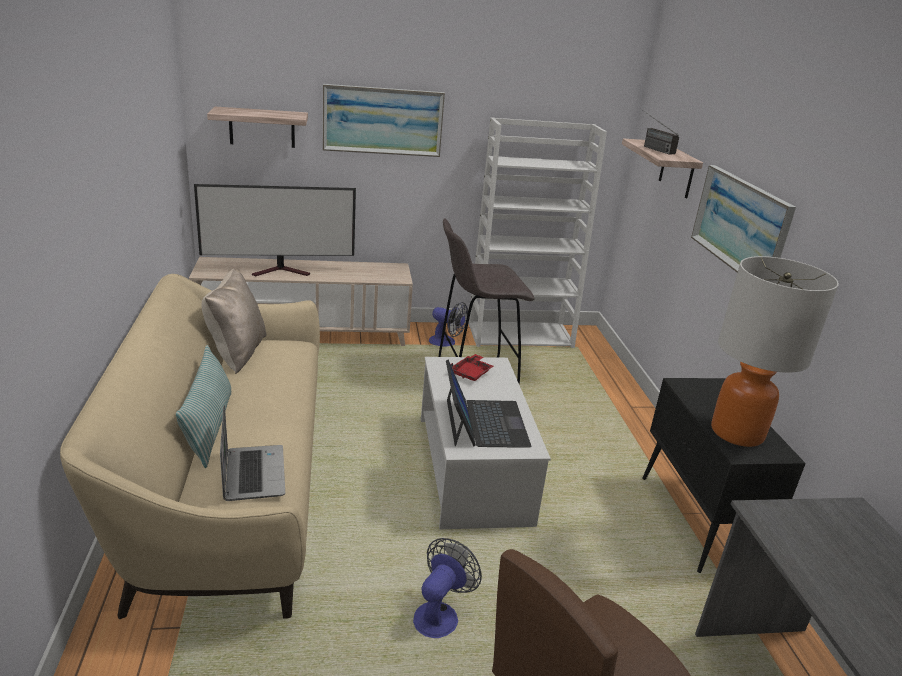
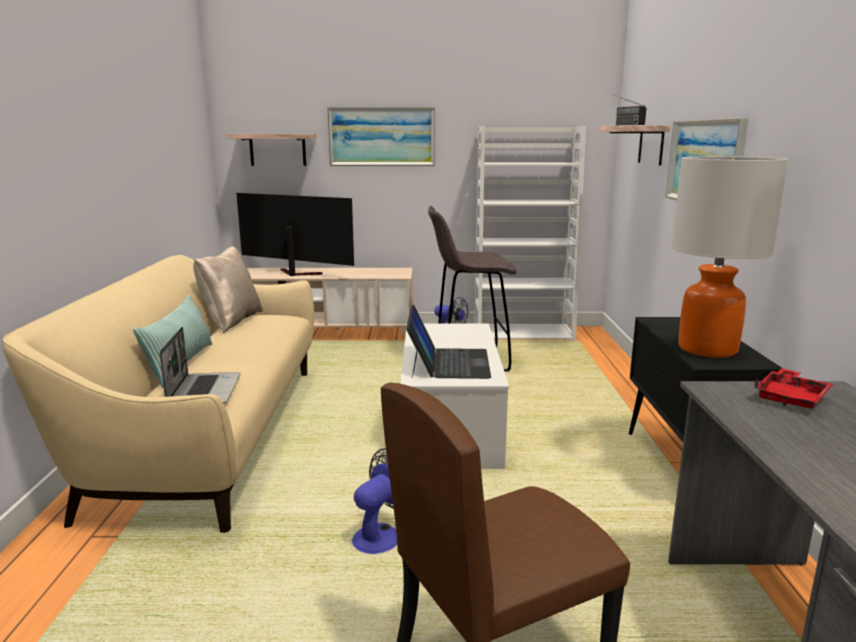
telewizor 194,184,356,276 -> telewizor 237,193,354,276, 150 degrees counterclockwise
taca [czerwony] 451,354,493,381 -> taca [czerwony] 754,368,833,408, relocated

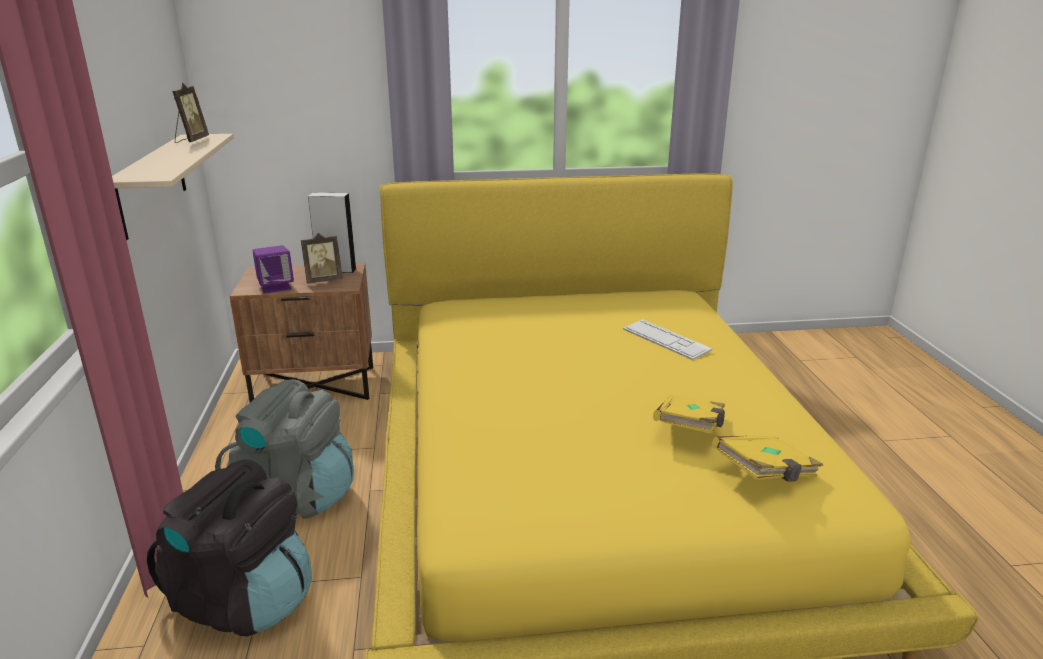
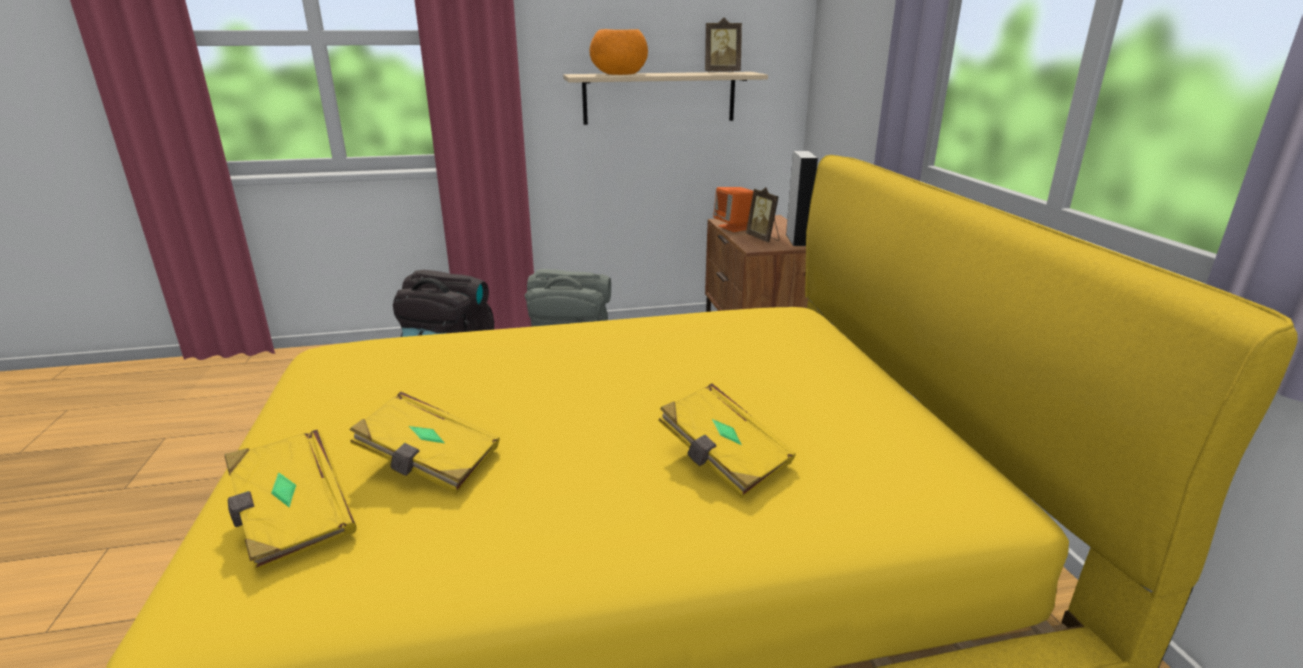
none -> miska [pomarańczowy] 590,29,648,75
klawiatura 623,319,712,360 -> książka [żółty] 658,384,796,499
głośnik [fioletowy] 253,245,294,293 -> głośnik [pomarańczowy] 713,187,754,232

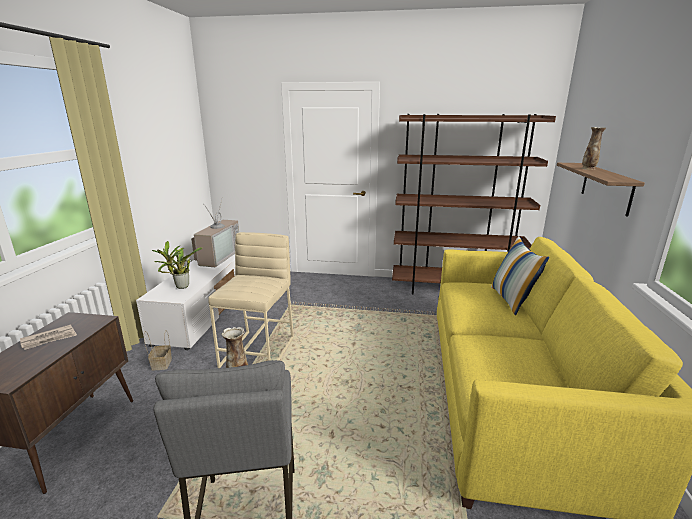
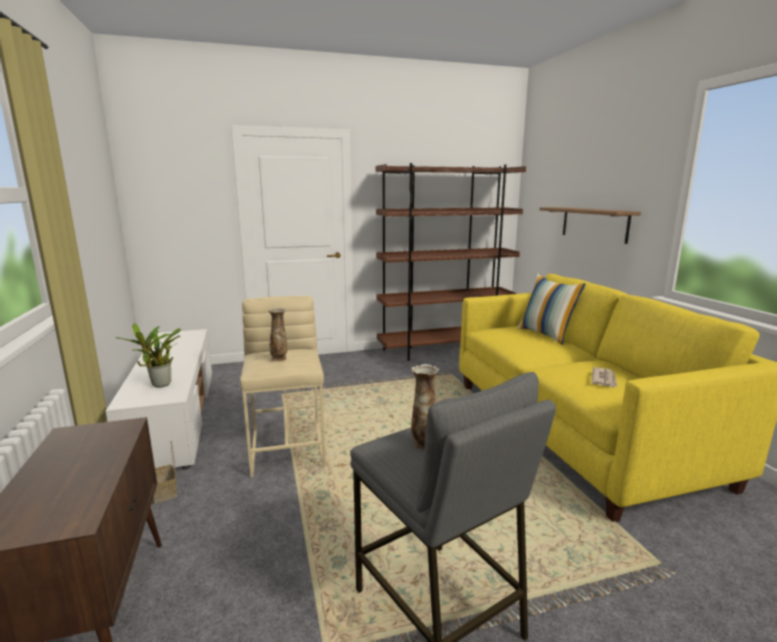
wazon 582,127,606,170 -> wazon 268,308,288,361, relocated
gazeta 20,324,77,350 -> gazeta 591,367,618,387, relocated
telewizor 191,196,239,267 -> none

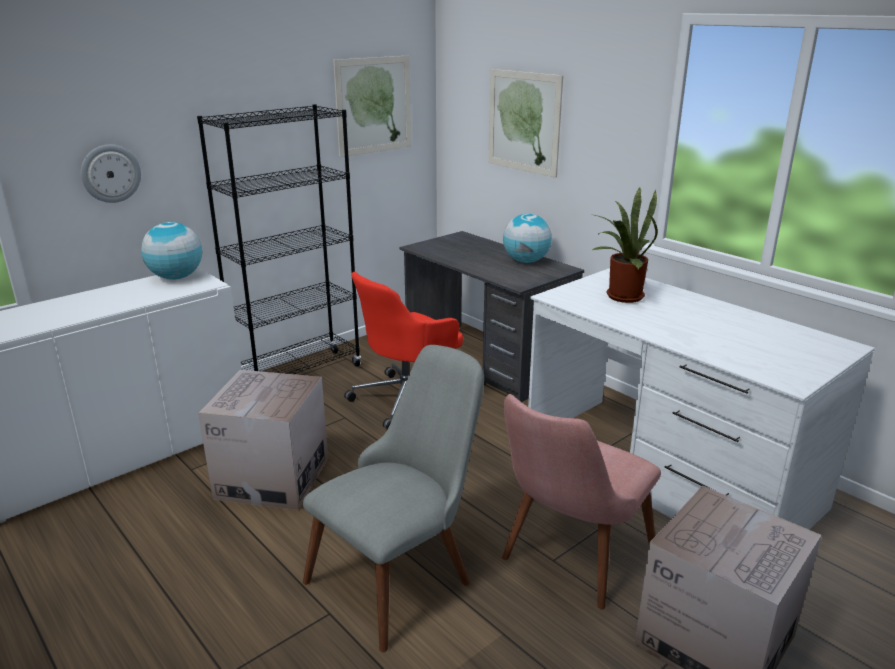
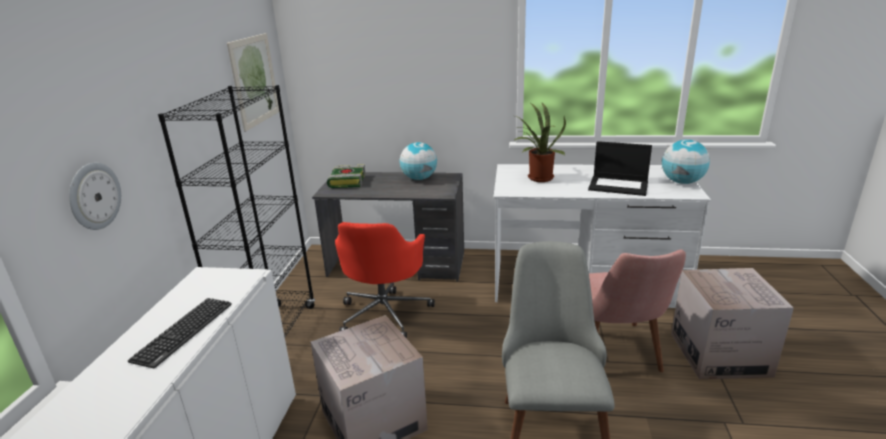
none -> klawiatura 128,298,232,368
none -> książka 327,164,366,188
none -> laptop 588,141,652,196
globus 141,222,202,280 -> globus 662,140,710,184, relocated
obraz 488,69,563,178 -> none

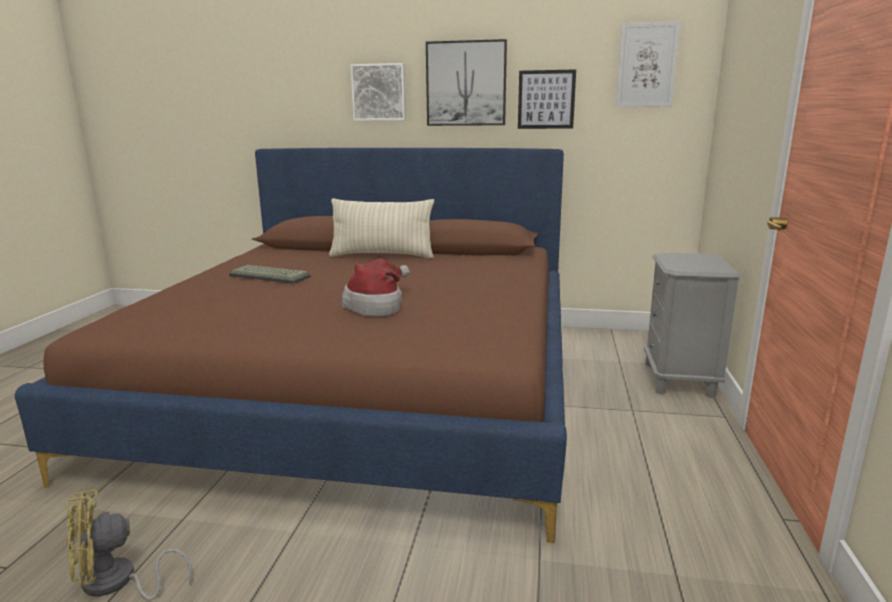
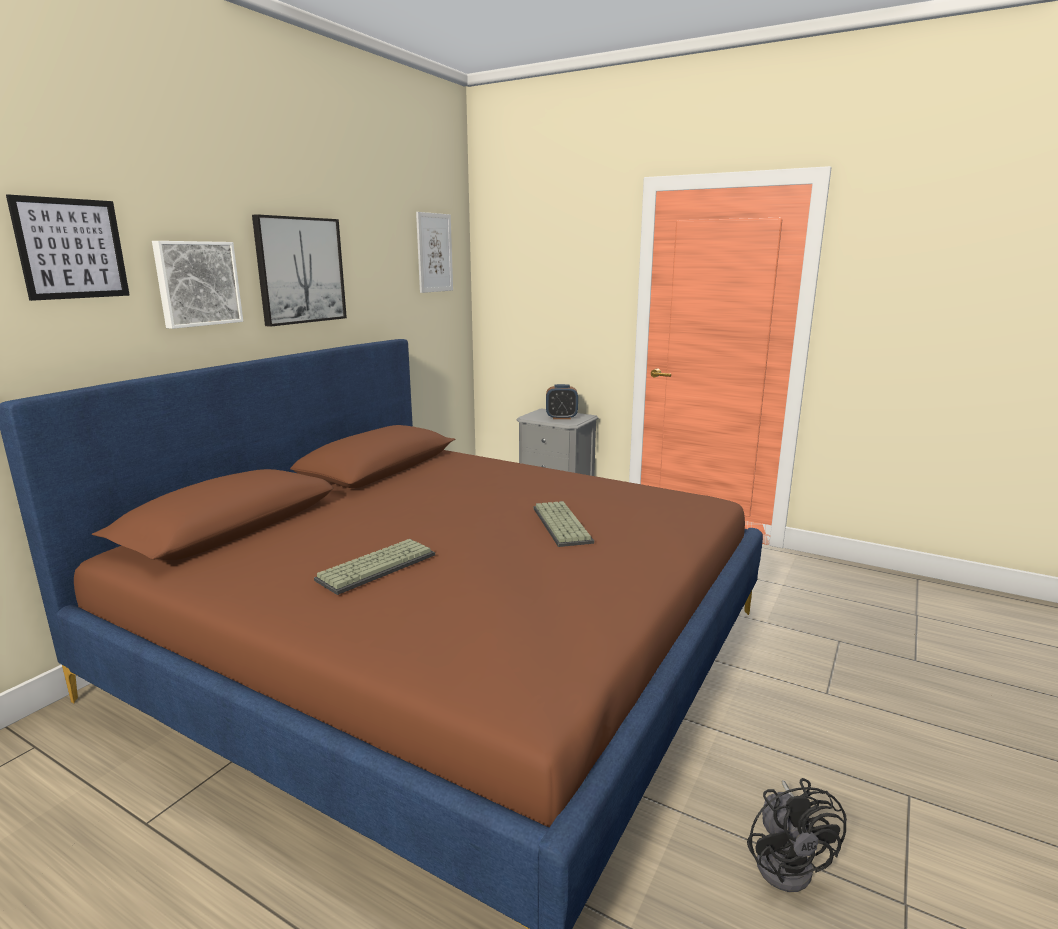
obraz 518,69,576,129 -> obraz 6,194,130,301, relocated
kapelusz 342,258,410,317 -> klawiatura 534,501,594,547
none -> budzik 546,384,578,419
wentylator [żółty] 66,490,192,600 -> wentylator [czarny] 747,778,847,892
poduszka [beżowy] 329,198,434,258 -> none

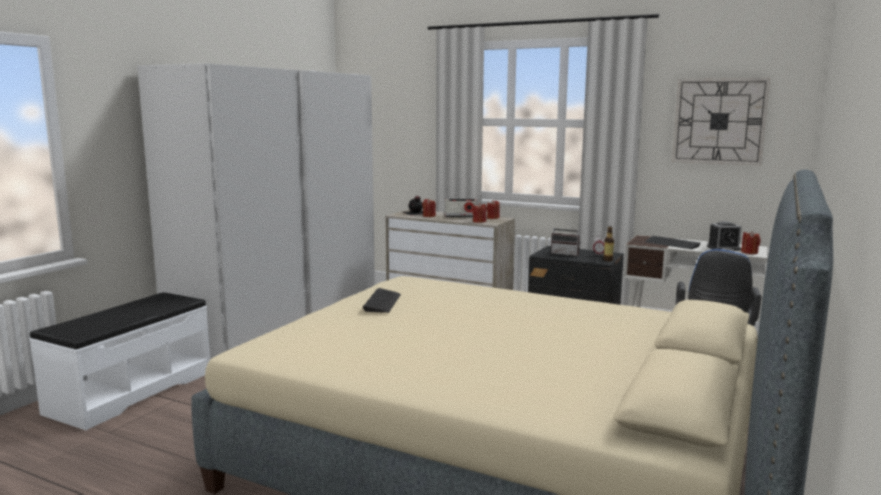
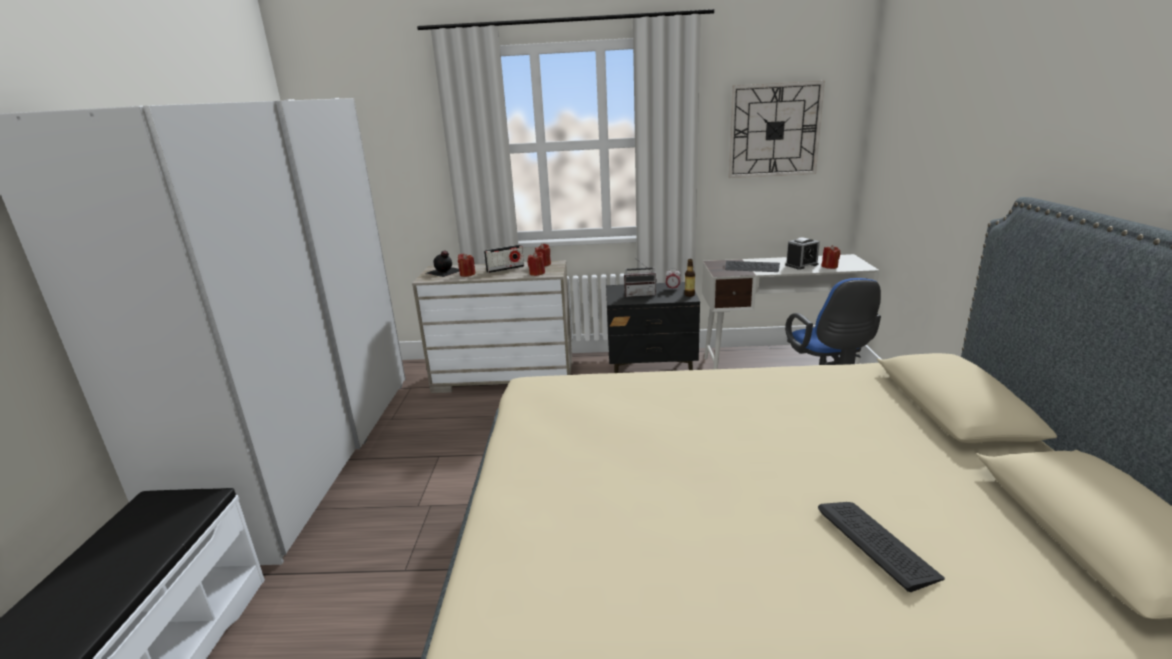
klawiatura 362,288,401,313 -> klawiatura 818,502,945,592, relocated

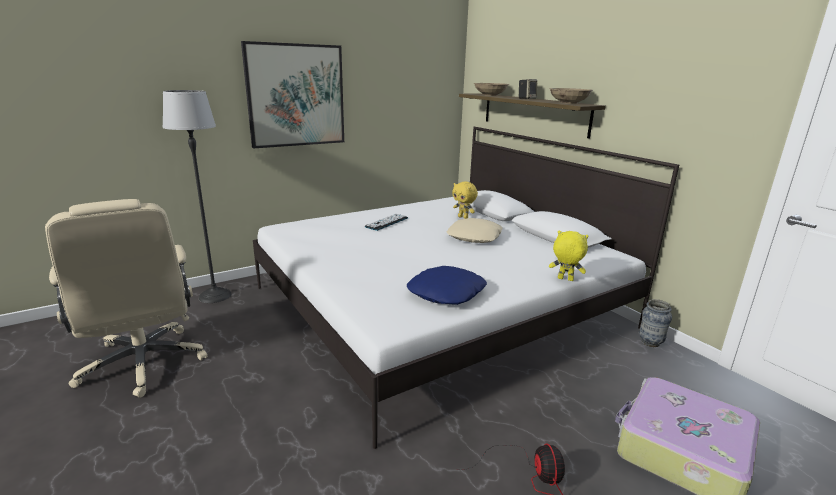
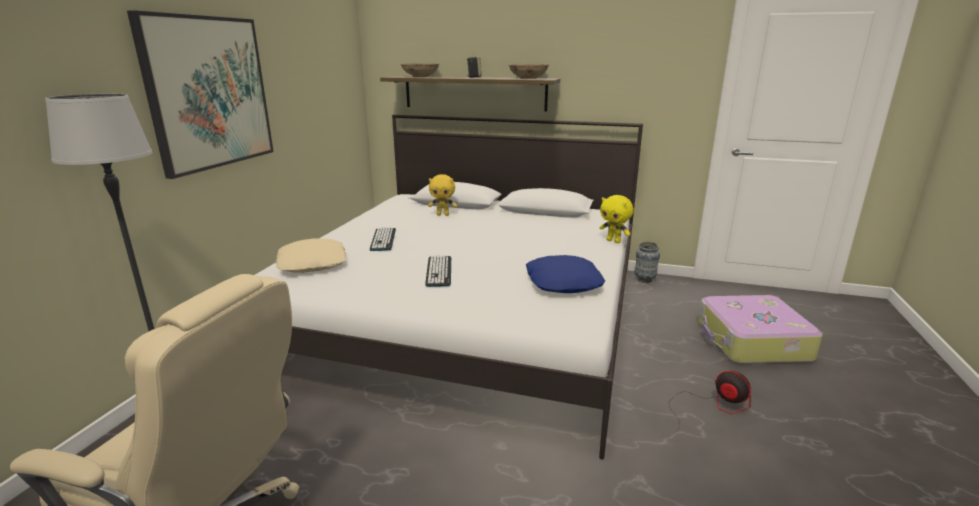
poduszka [beżowy] 447,218,503,243 -> poduszka [beżowy] 276,238,346,273, relocated
none -> klawiatura 425,255,451,287
pluszak [żółty] 549,231,589,281 -> pluszak [żółty] 599,195,633,243, 120 degrees counterclockwise

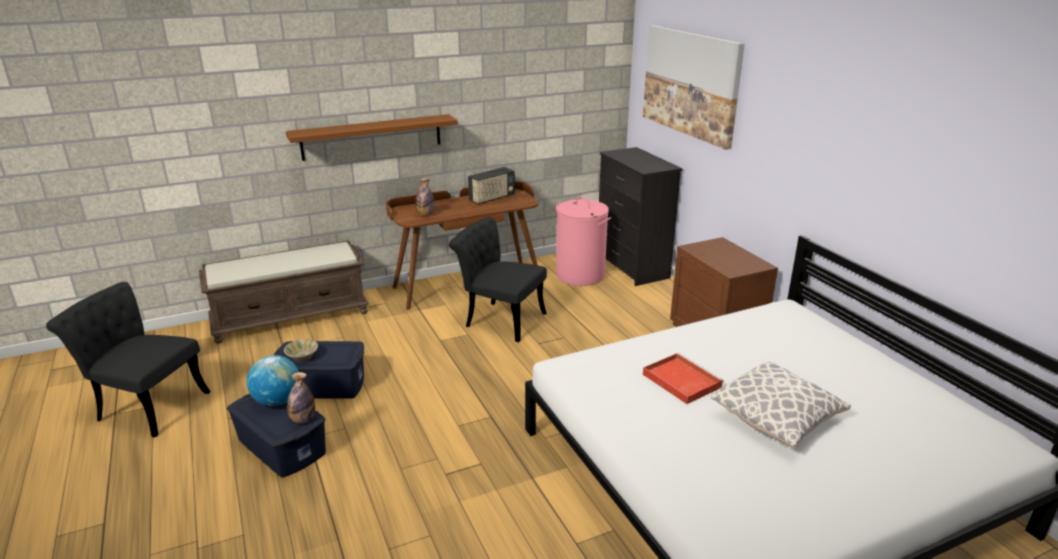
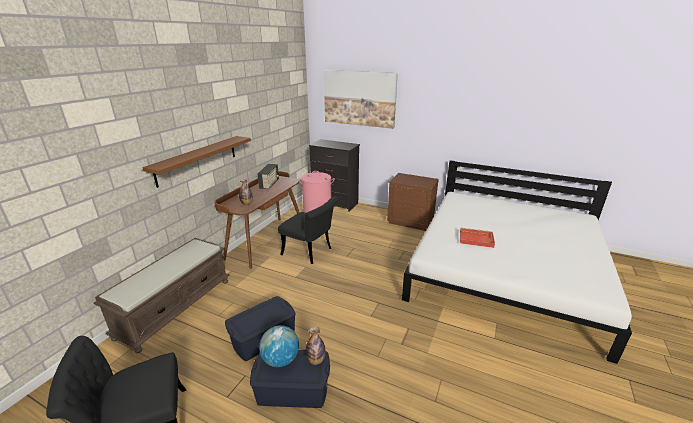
krzesło [czarny] 449,217,547,342 -> krzesło [czarny] 278,196,338,264, 135 degrees counterclockwise
miska [beżowy] 284,339,318,362 -> none
poduszka 711,362,851,448 -> none

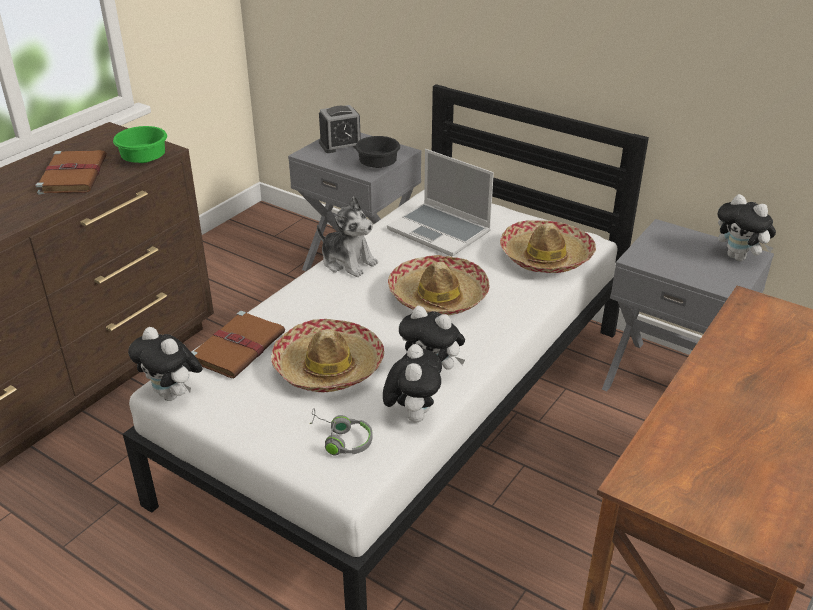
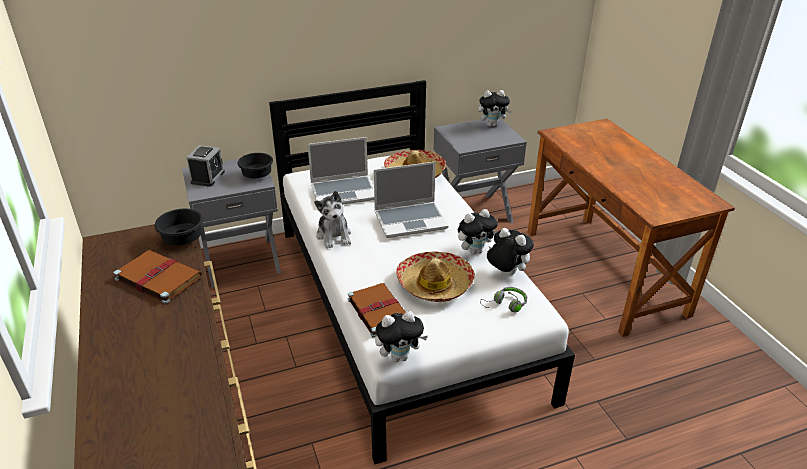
miska [zielony] 113,126,167,163 -> miska [czarny] 154,209,203,245
pluszak 317,197,378,277 -> pluszak 314,191,351,249, 90 degrees clockwise
kapelusz 388,255,490,316 -> laptop 374,162,448,238

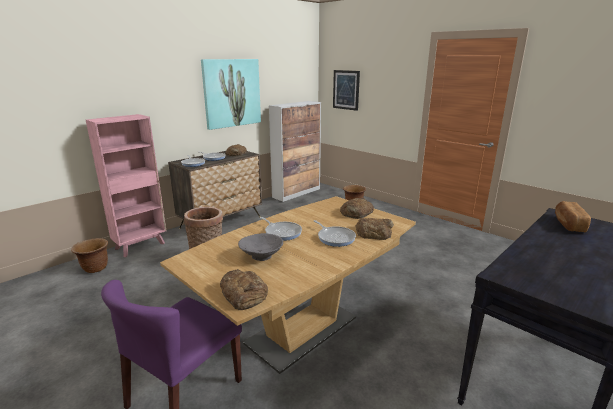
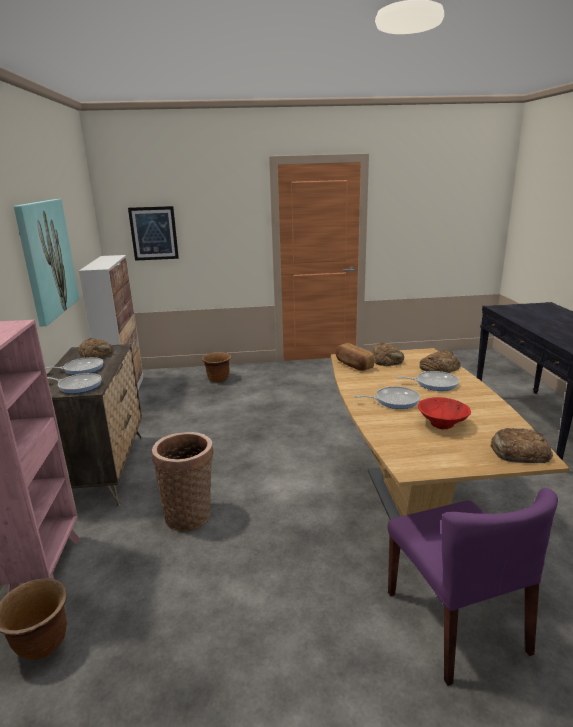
chleb 555,201,591,232 -> chleb 335,343,374,371, relocated
miska [szary] 238,233,283,261 -> miska [czerwony] 418,397,471,430

